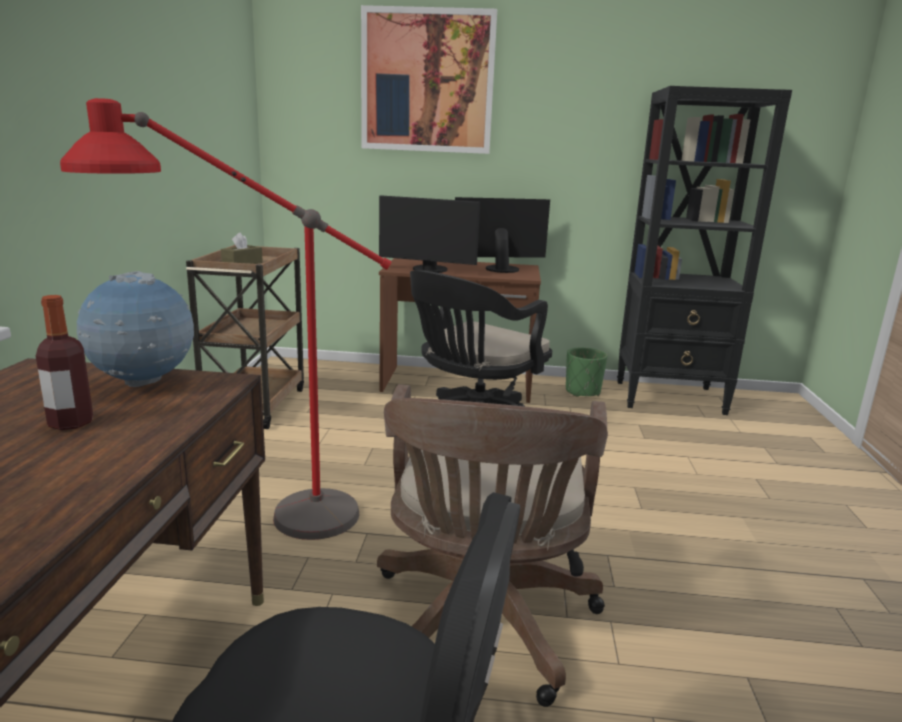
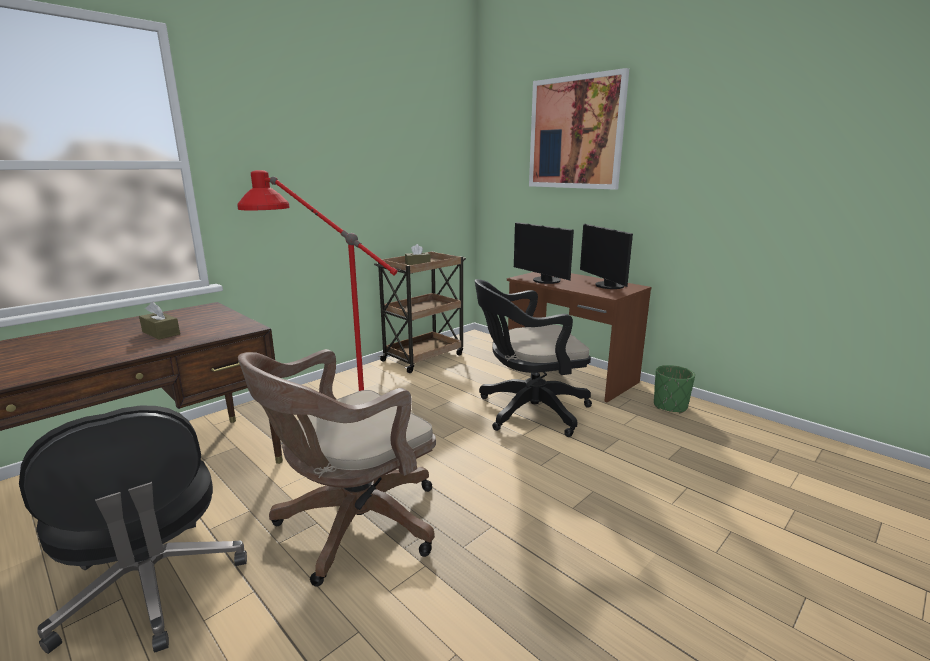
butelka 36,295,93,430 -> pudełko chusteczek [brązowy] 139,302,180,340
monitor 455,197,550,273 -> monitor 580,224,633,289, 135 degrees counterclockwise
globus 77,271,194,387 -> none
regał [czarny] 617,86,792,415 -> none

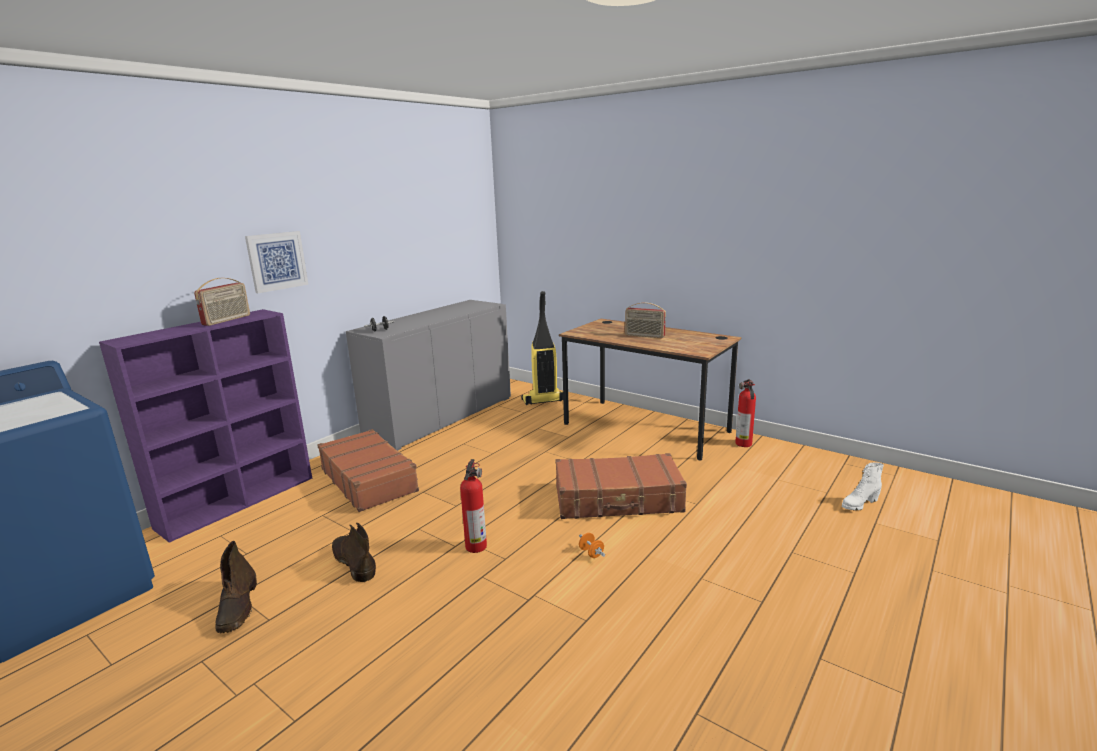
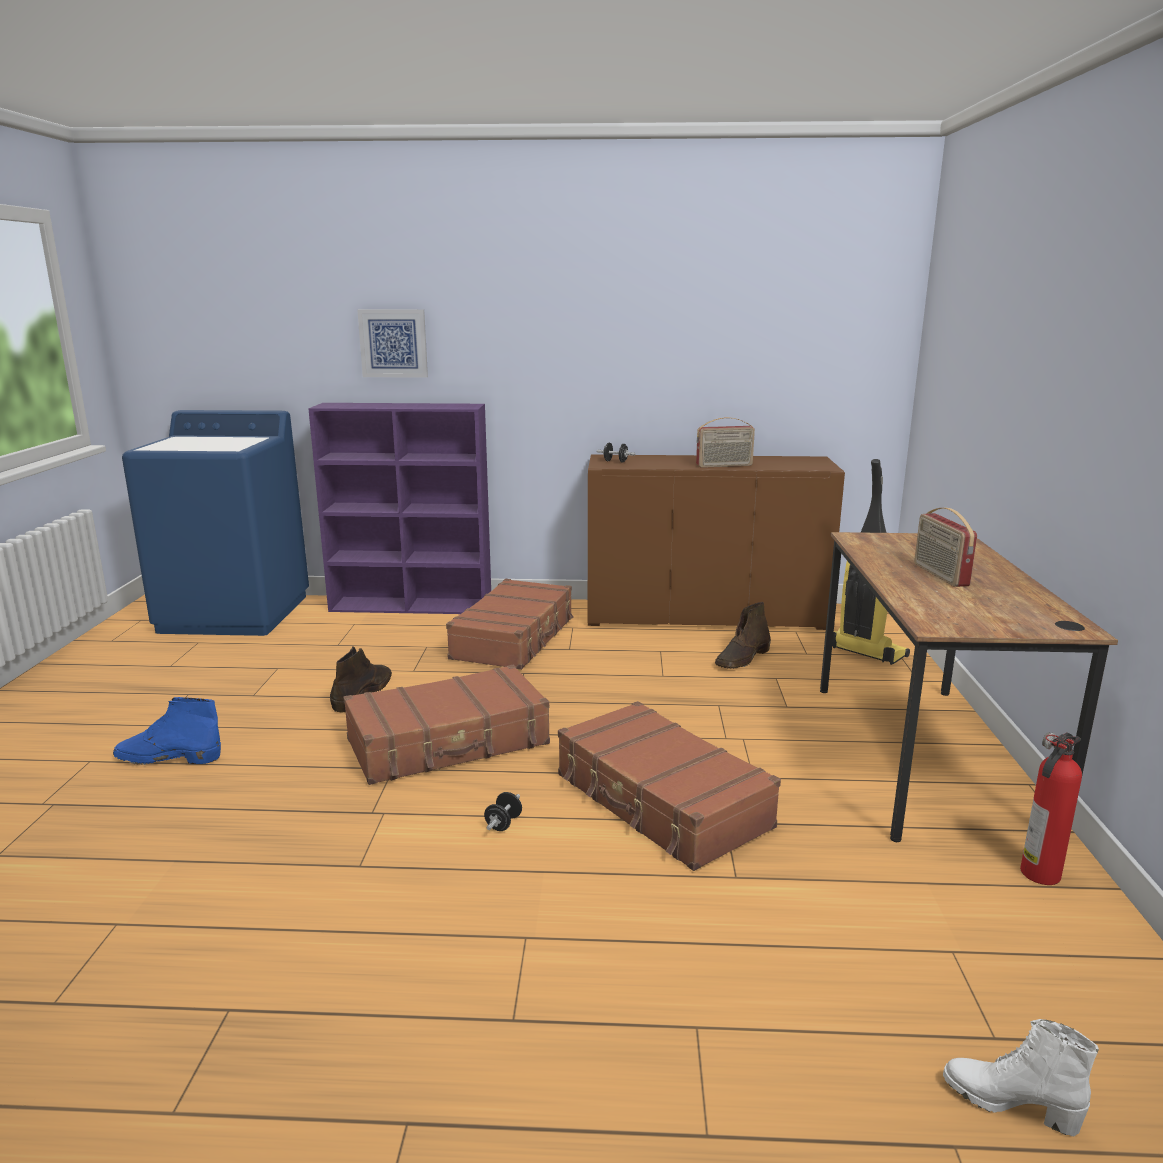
none -> but z cholewką [niebieski] 113,697,221,765
gaśnica 460,459,487,553 -> walizka [brązowy] 343,665,550,785
obraz 245,231,309,293 -> obraz 357,309,428,378, relocated
hantel [pomarańczowy] 579,533,605,558 -> hantel [czarny] 484,792,522,831
szafka [szary] 346,300,511,451 -> szafka [brązowy] 588,454,845,630
radio 194,278,250,326 -> radio 696,417,755,468, relocated
but z cholewką [brązowy] 216,541,257,634 -> but z cholewką [brązowy] 715,602,771,669, relocated

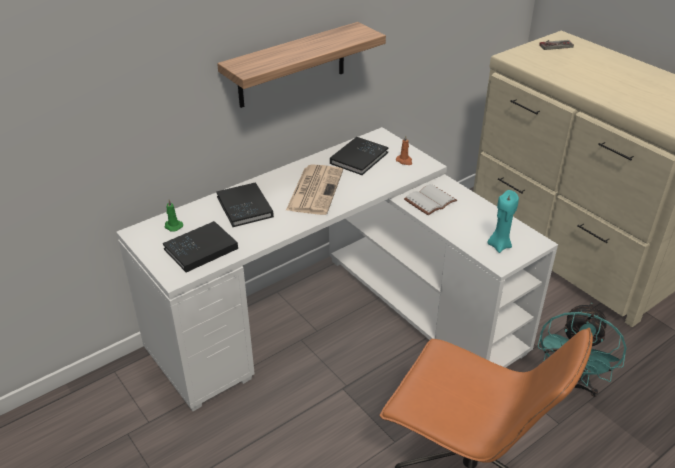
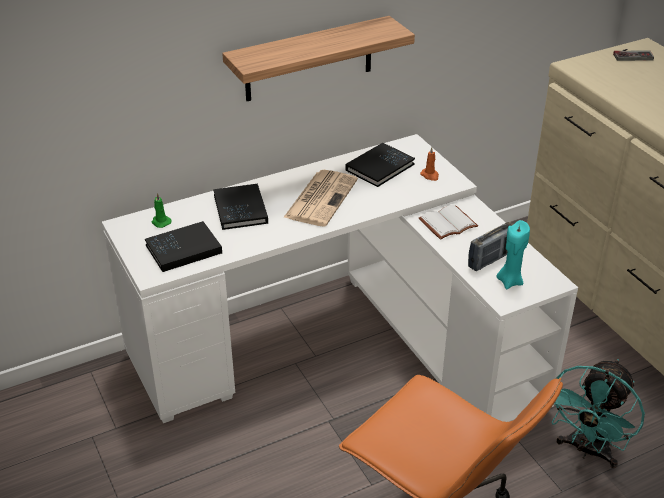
none -> radio 468,222,514,271

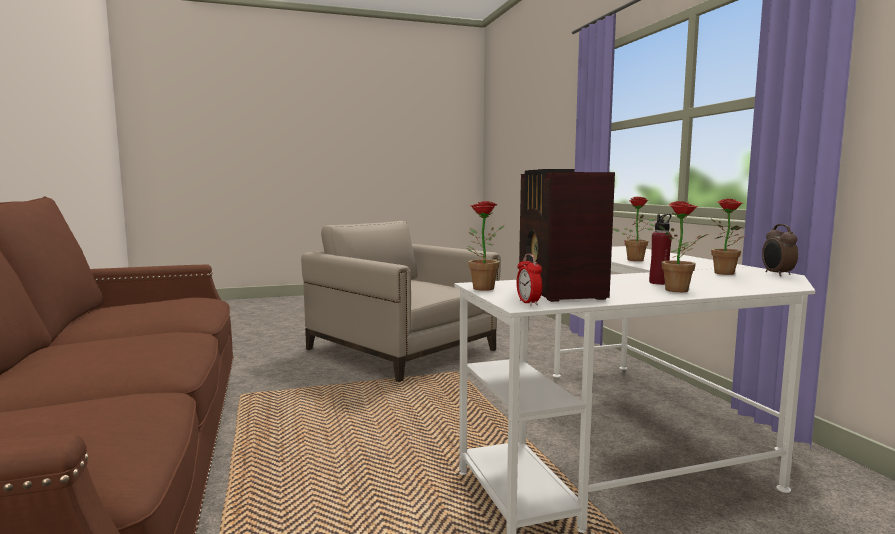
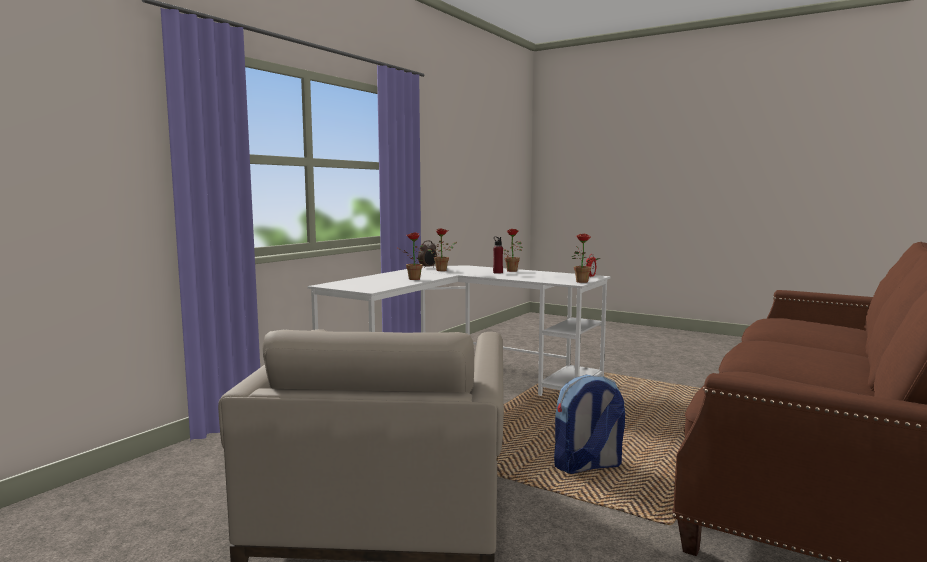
none -> plecak 554,375,625,474
radio 519,169,615,302 -> none

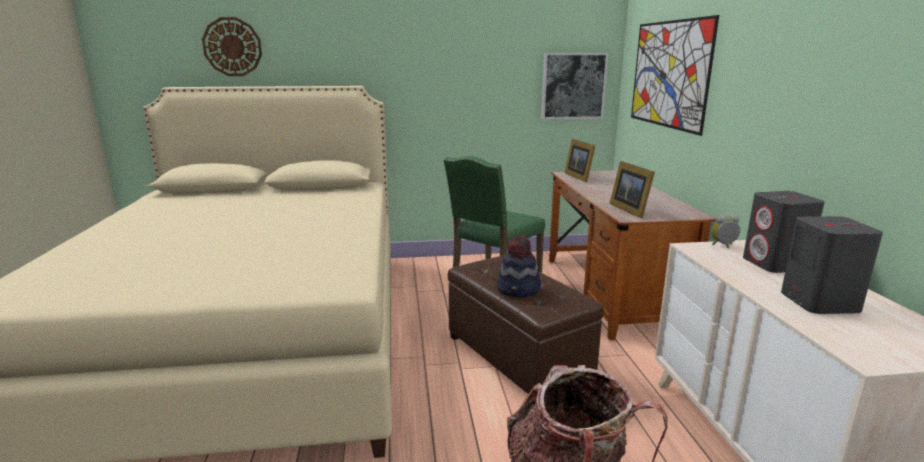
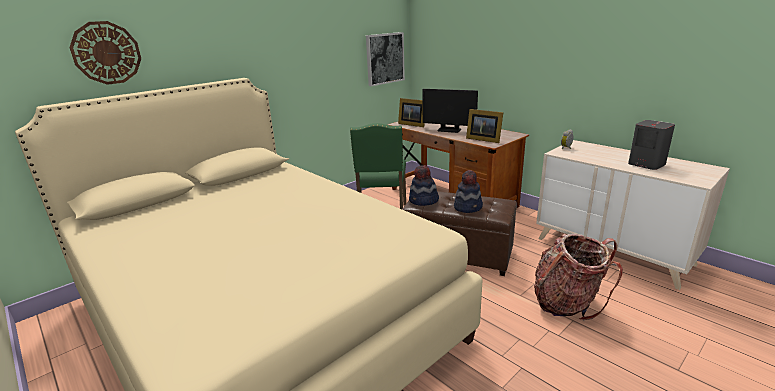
none -> kapelusz 409,165,439,206
none -> monitor 422,89,478,133
obraz 631,15,719,136 -> none
głośnik [szary] 743,191,825,273 -> none

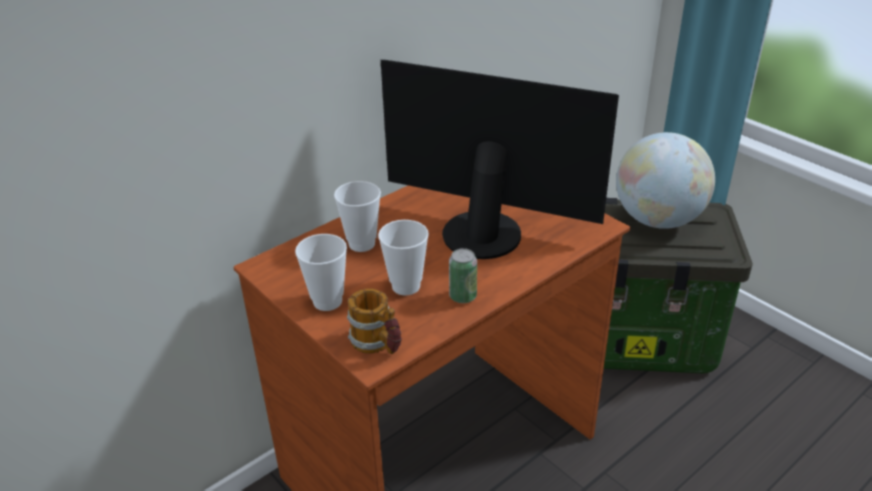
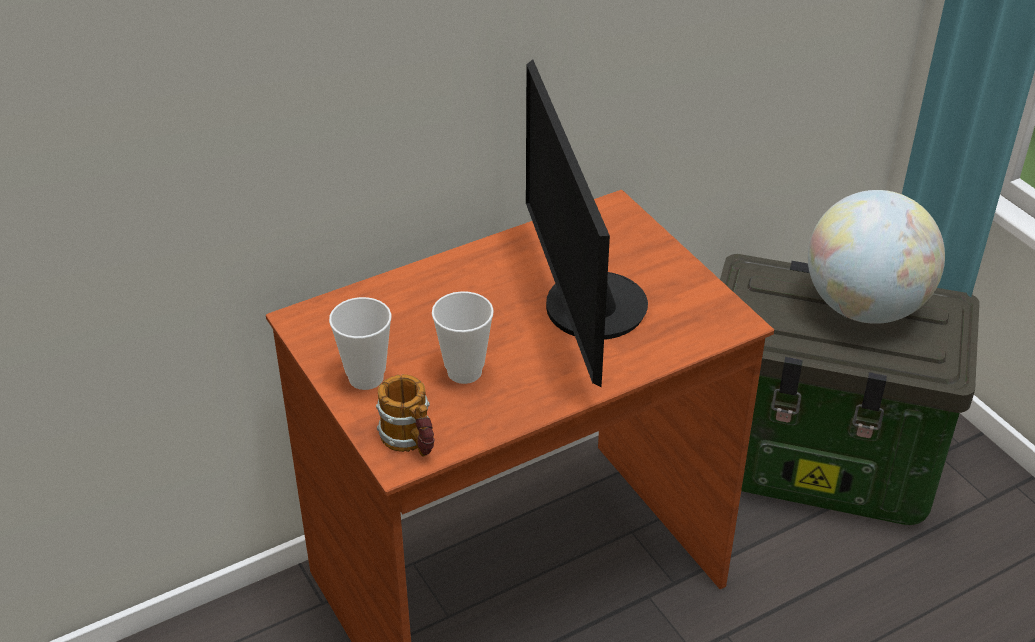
monitor 381,60,619,259 -> monitor 526,59,648,387, 135 degrees counterclockwise
filiżanka 334,181,381,252 -> none
puszka 449,248,477,303 -> none

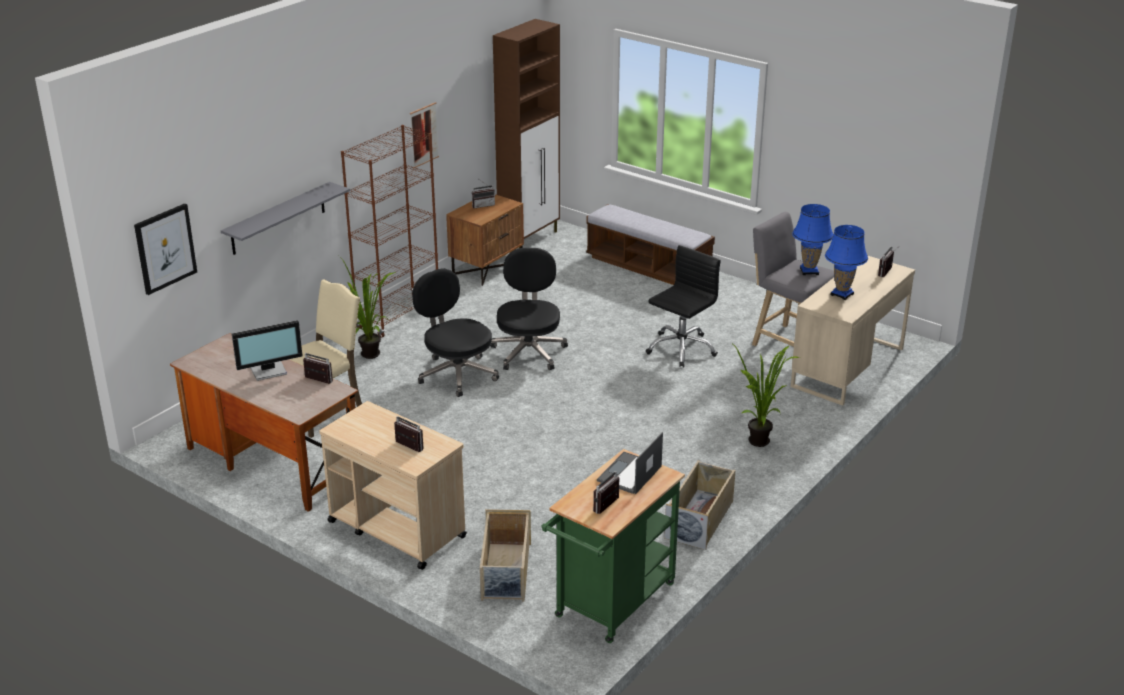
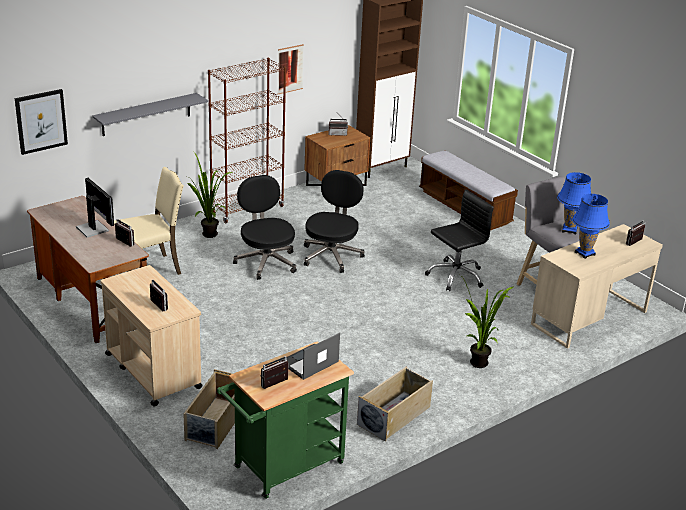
monitor 232,320,303,381 -> monitor 76,178,114,237, 120 degrees counterclockwise

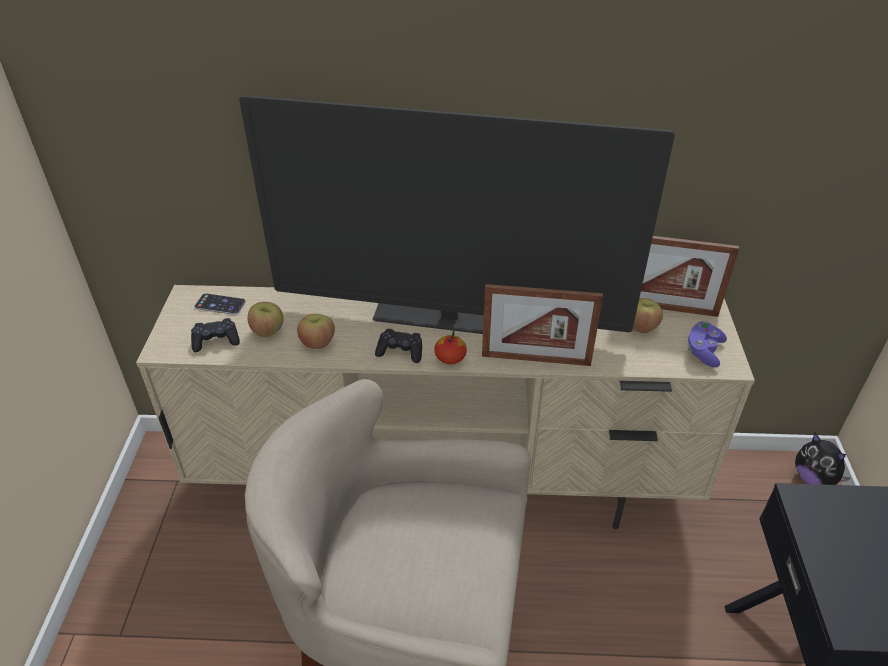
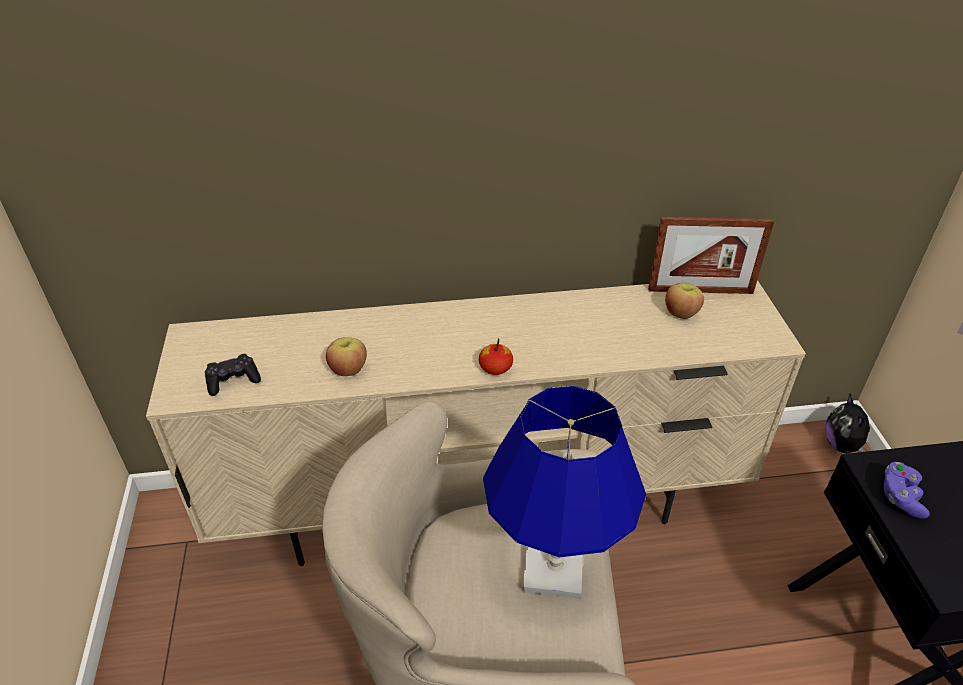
none -> lampa stołowa [niebieski] 483,386,646,599
pluszak 795,433,851,485 -> pluszak 825,394,870,453, 45 degrees clockwise
pad do gier [fioletowy] 688,321,727,367 -> pad do gier [fioletowy] 884,462,930,519, relocated
telefon 194,293,246,315 -> none
telewizor 239,95,675,334 -> none
jabłko 248,302,283,337 -> none
pad do gier [czarny] 375,329,422,363 -> none
ramka na zdjęcie 482,284,603,366 -> none

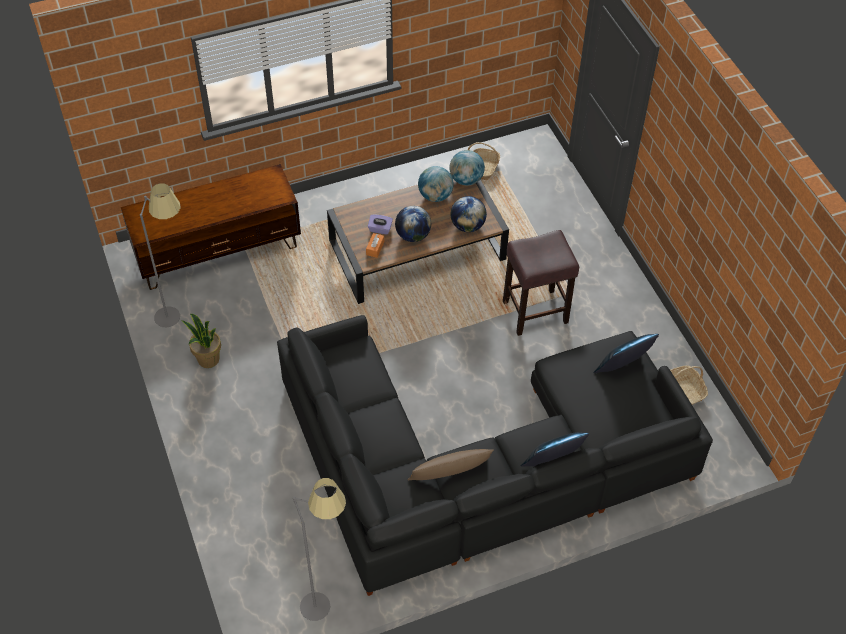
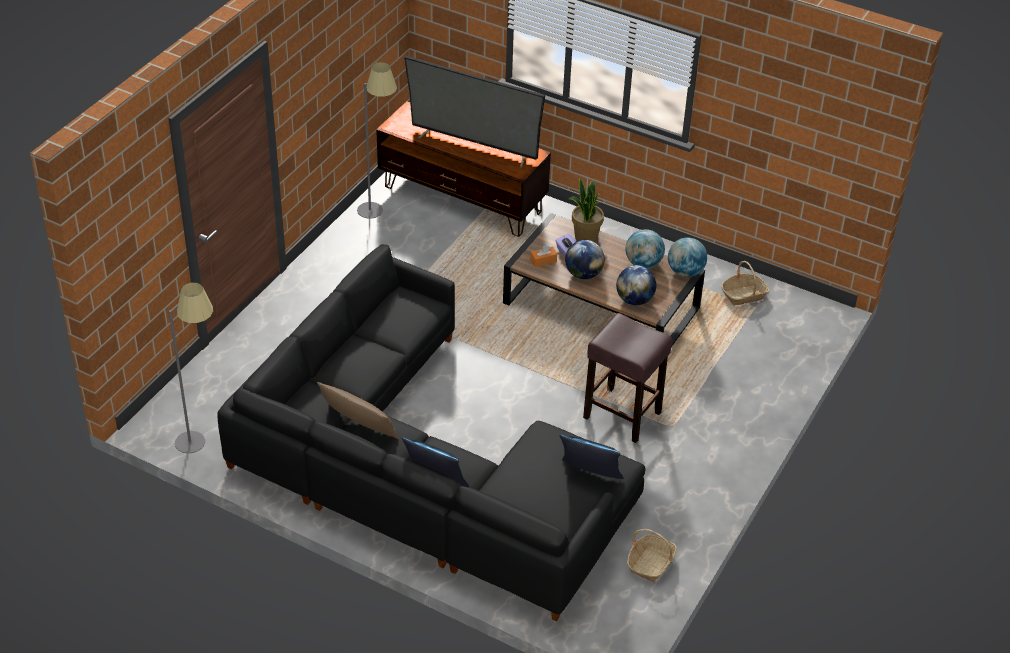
none -> telewizor 404,56,545,168
roślina doniczkowa 182,314,221,368 -> roślina doniczkowa 569,178,604,242, relocated

